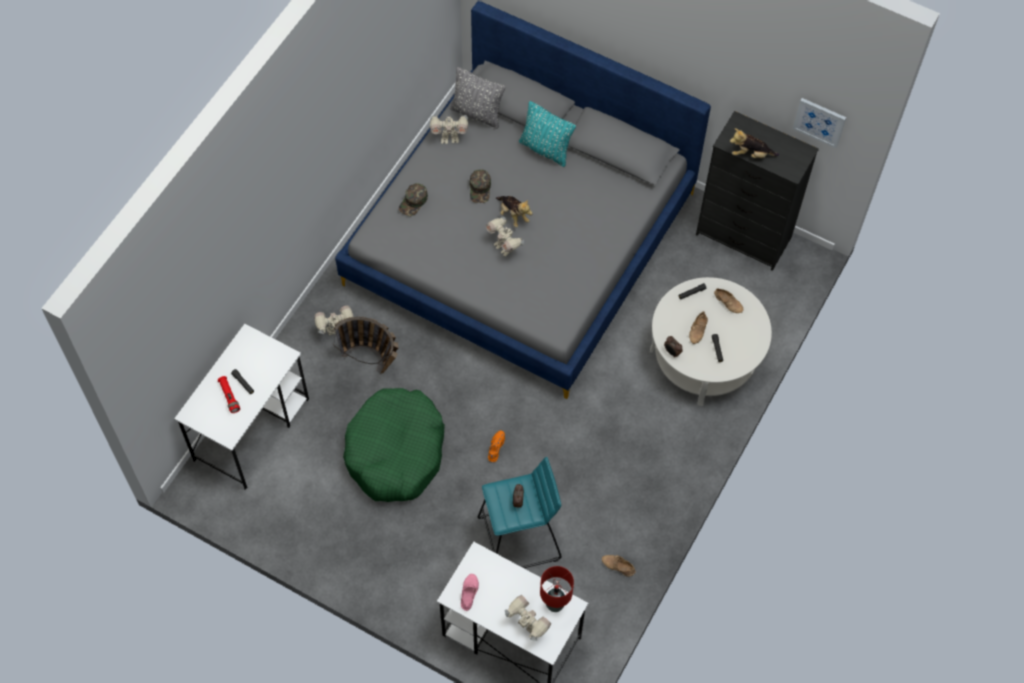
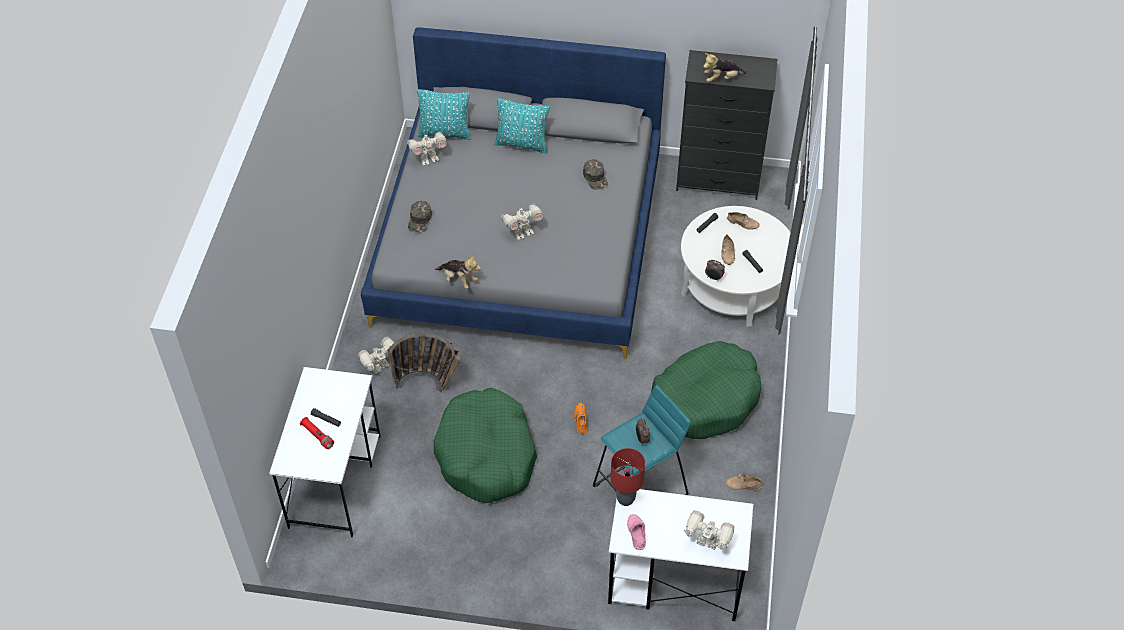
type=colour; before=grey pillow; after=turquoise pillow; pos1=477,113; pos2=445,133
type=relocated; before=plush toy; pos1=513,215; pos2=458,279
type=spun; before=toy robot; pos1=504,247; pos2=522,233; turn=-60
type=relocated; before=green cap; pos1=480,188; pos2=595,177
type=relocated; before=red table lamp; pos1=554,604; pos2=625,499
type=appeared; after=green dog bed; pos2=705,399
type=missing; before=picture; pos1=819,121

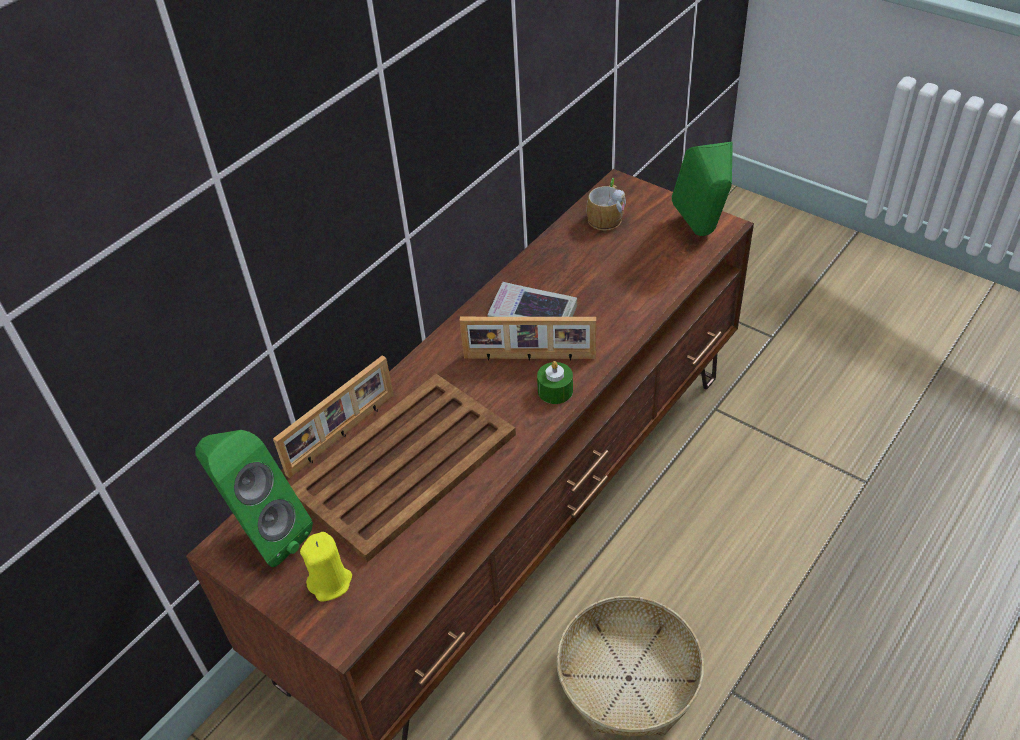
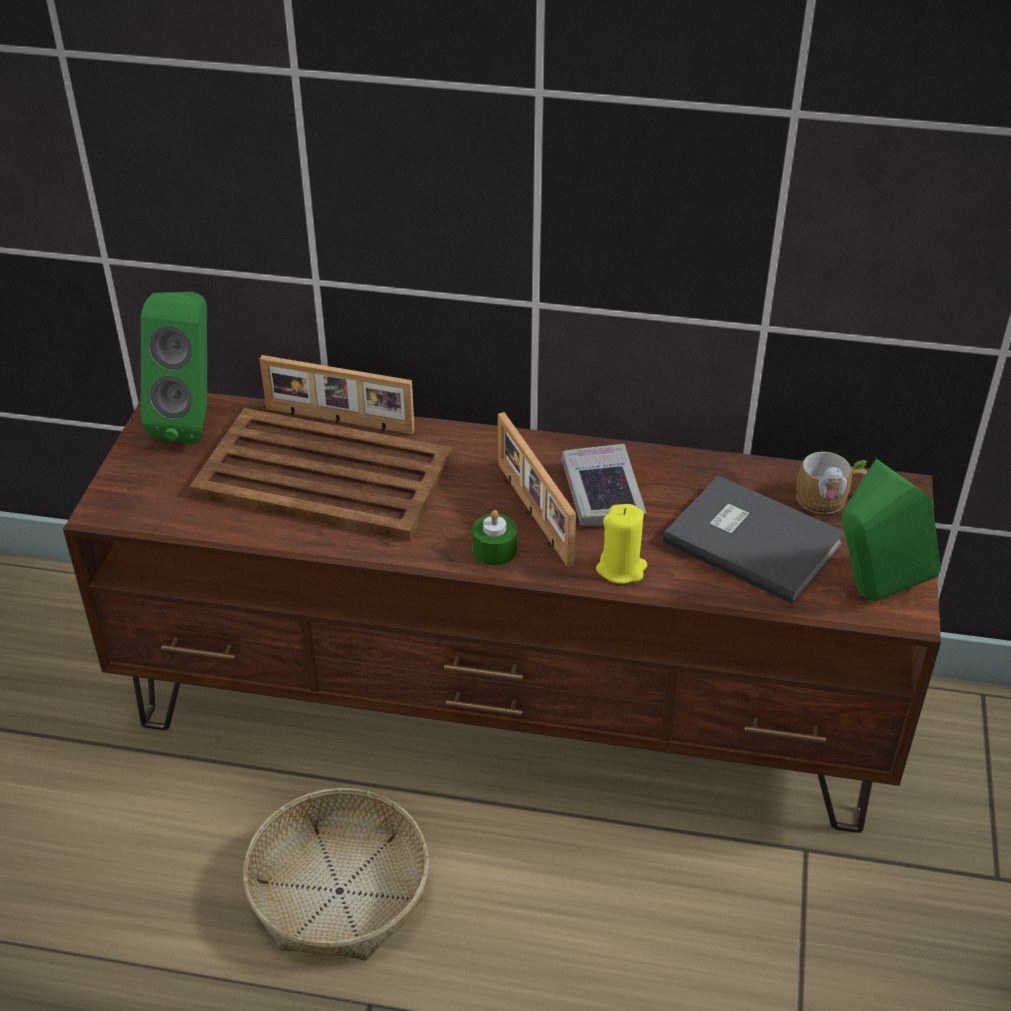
type=relocated; before=yellow candle; pos1=330,582; pos2=621,568
type=appeared; after=grey book; pos2=752,540

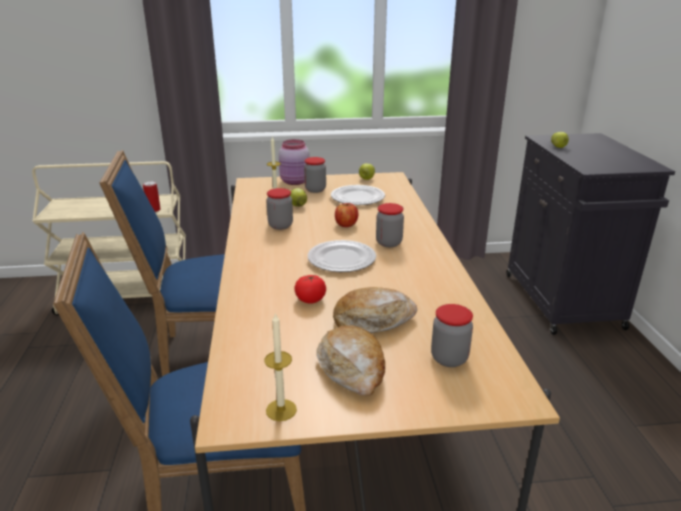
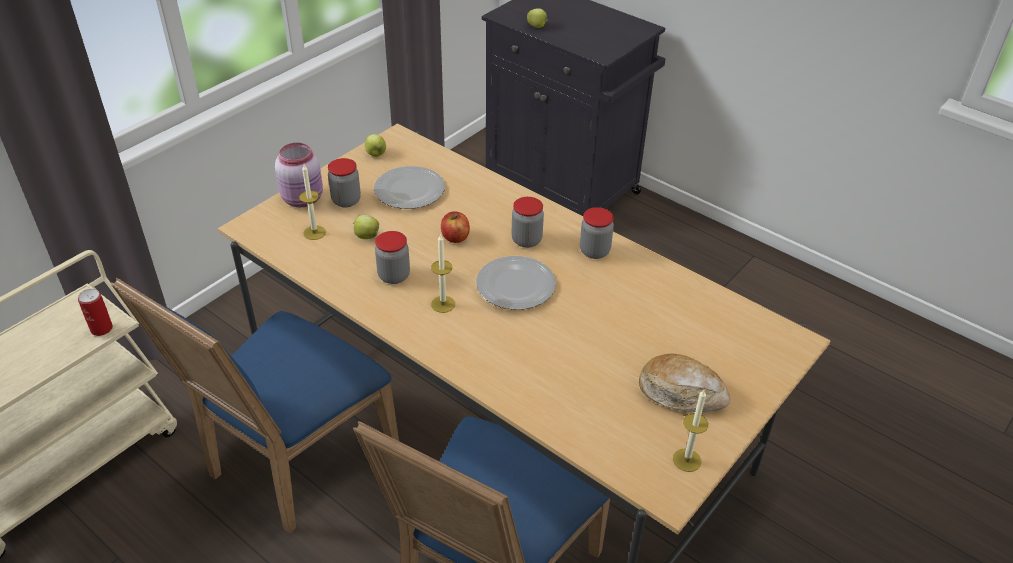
type=appeared; after=candle; pos2=443,304
type=relocated; before=jar; pos1=449,358; pos2=594,251
type=missing; before=tomato; pos1=310,300
type=missing; before=bread; pos1=373,320

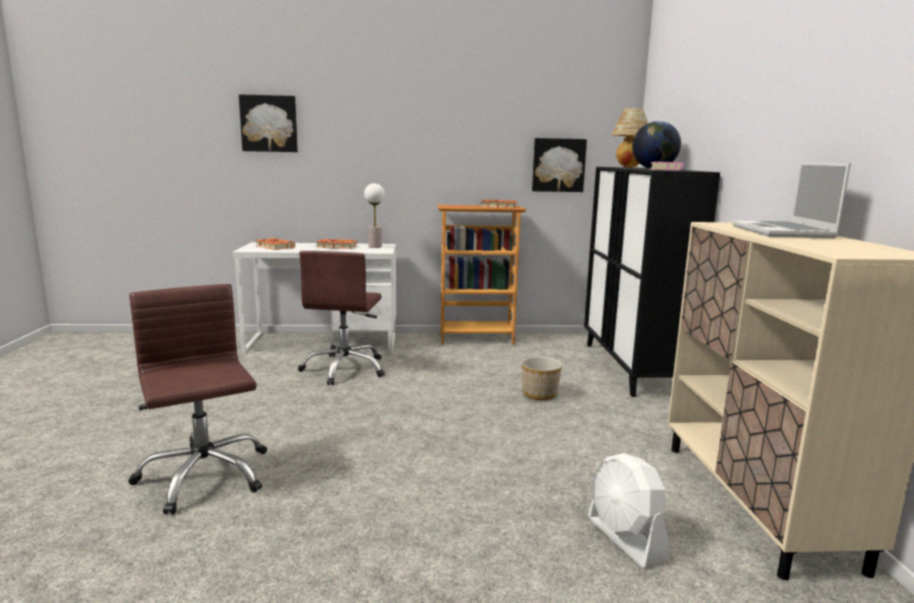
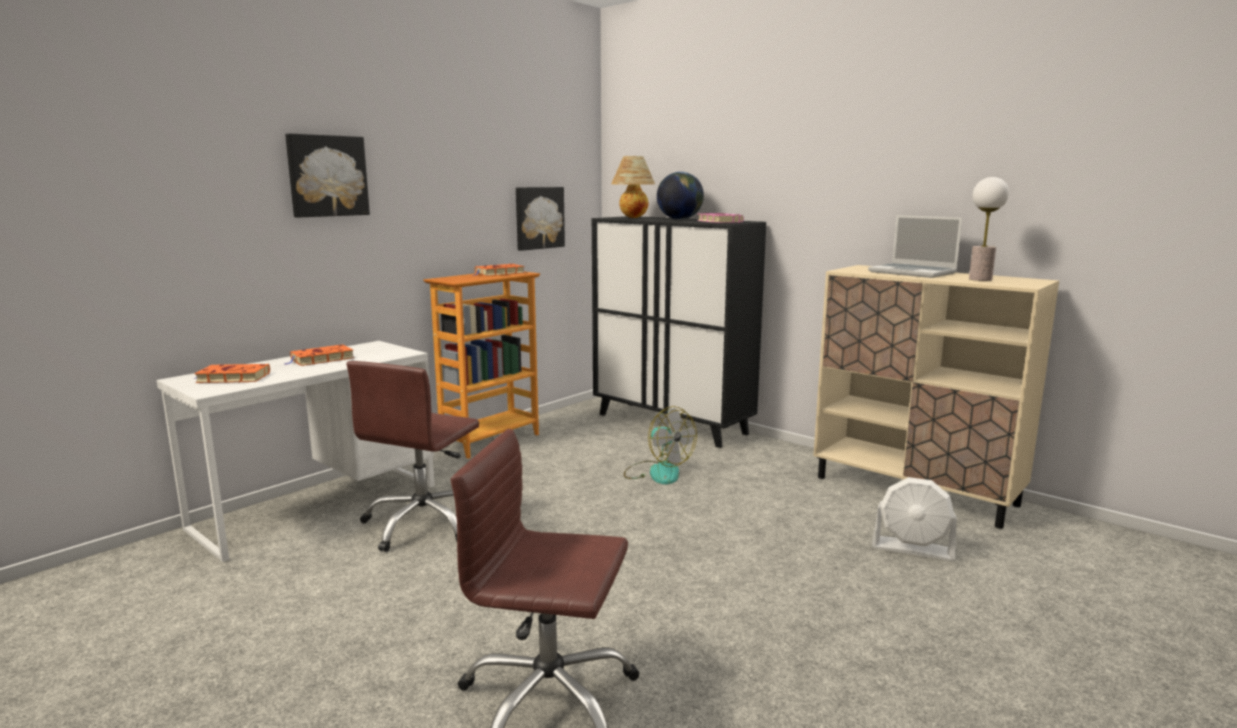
type=relocated; before=picture; pos1=269,124; pos2=327,176
type=spun; before=brown office chair; pos1=345,369; pos2=424,524; turn=60
type=exchanged; before=planter; after=fan; pos1=540,394; pos2=657,472
type=relocated; before=table lamp; pos1=375,247; pos2=980,279

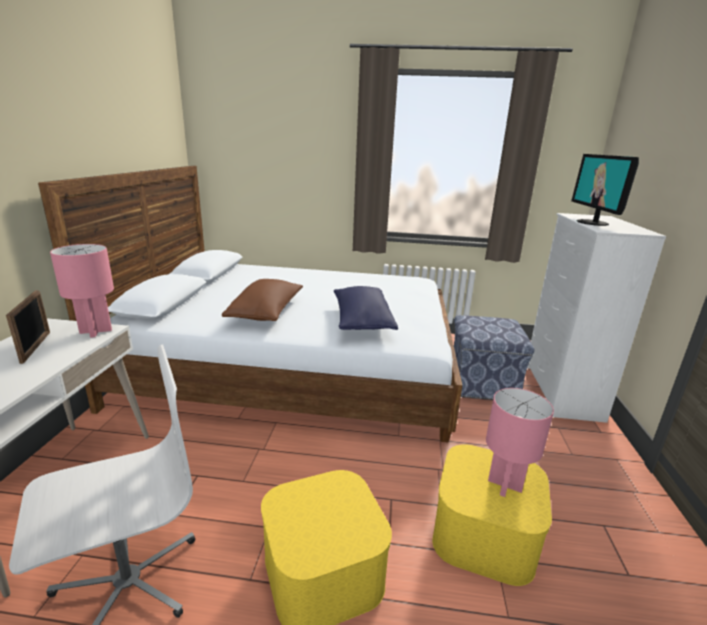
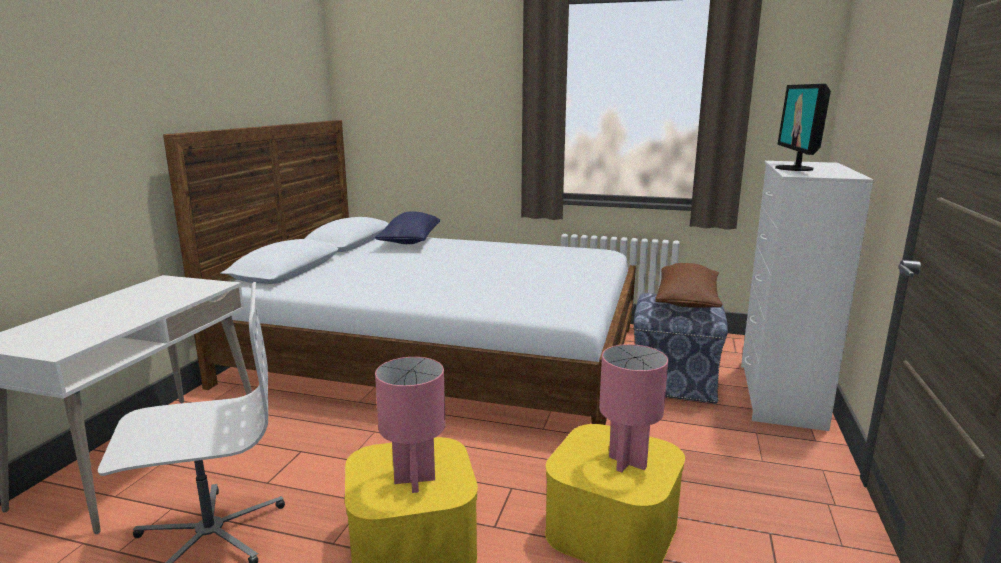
type=relocated; before=blue pillow; pos1=362,321; pos2=410,241
type=relocated; before=pink table lamp; pos1=95,331; pos2=414,480
type=relocated; before=brown pillow; pos1=266,312; pos2=687,301
type=missing; before=picture frame; pos1=36,347

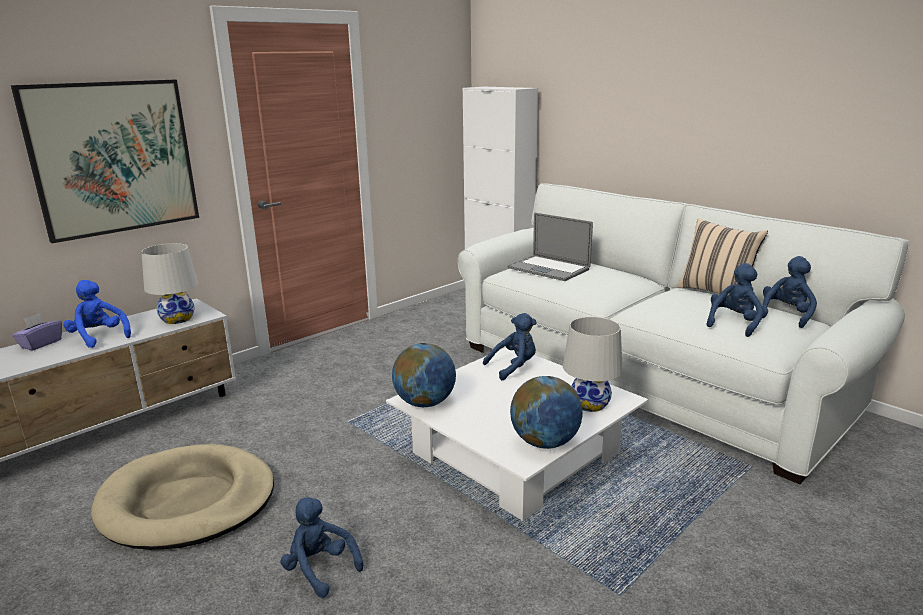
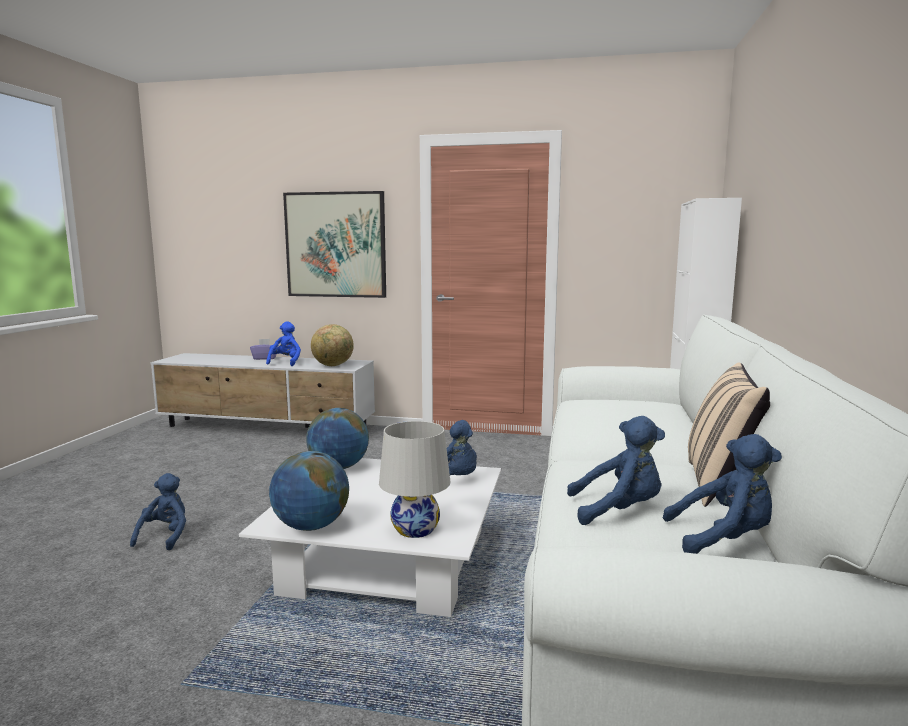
type=exchanged; before=white table lamp; after=globe; pos1=177,319; pos2=333,365
type=missing; before=beige dog bed; pos1=187,502
type=missing; before=laptop; pos1=548,268

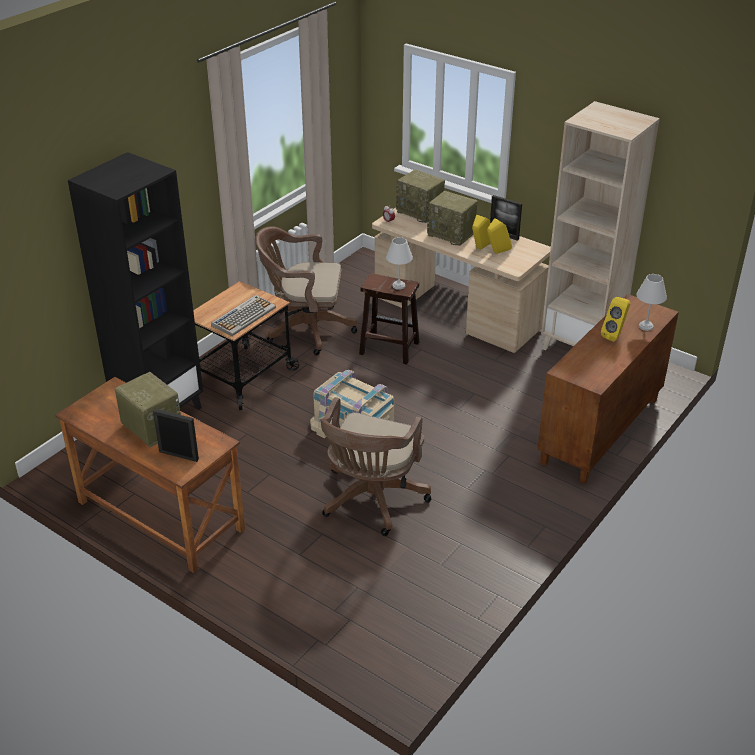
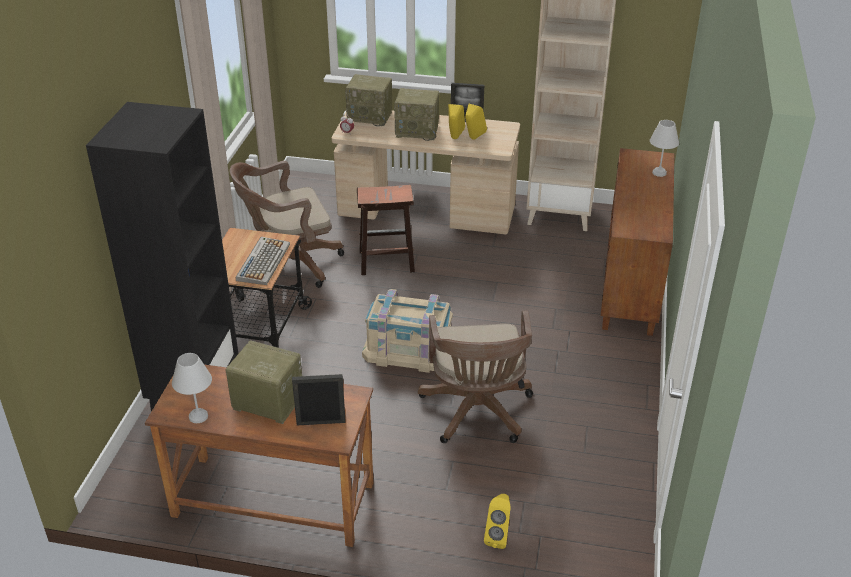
type=relocated; before=white table lamp; pos1=398,286; pos2=198,417
type=relocated; before=yellow speaker; pos1=614,336; pos2=498,537

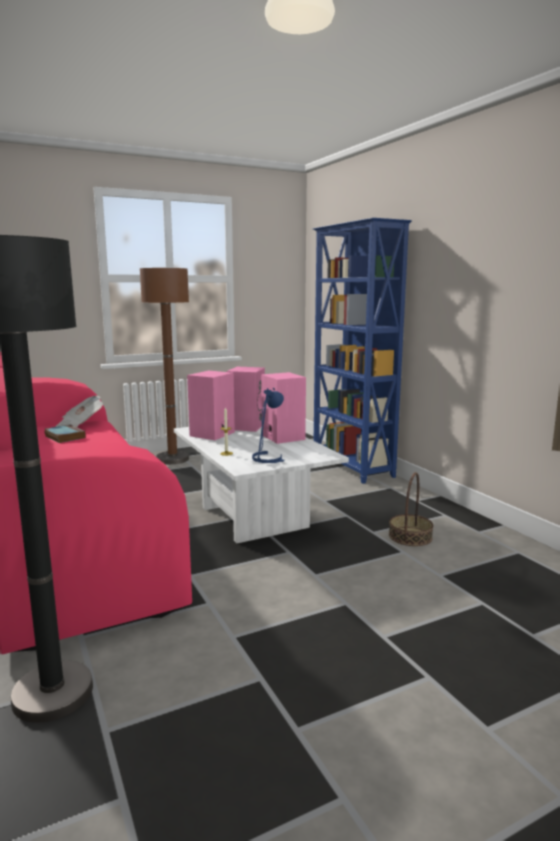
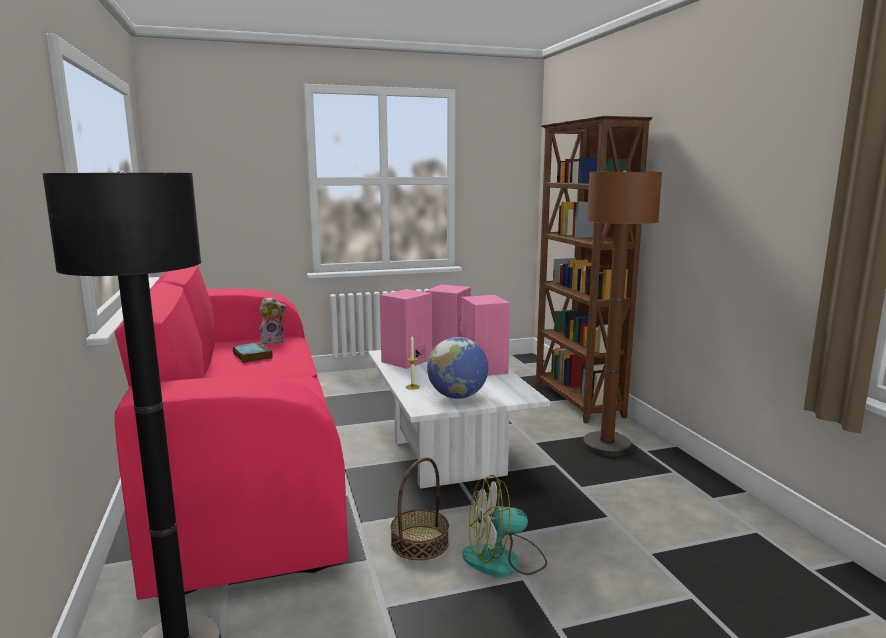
type=exchanged; before=newspaper; after=plush toy; pos1=80,424; pos2=273,341
type=relocated; before=basket; pos1=410,536; pos2=419,542
type=exchanged; before=blue table lamp; after=globe; pos1=269,458; pos2=457,396
type=appeared; after=fan; pos2=504,560
type=colour; before=blue bookcase; after=brown bookcase; pos1=351,467; pos2=577,401
type=relocated; before=brown floor lamp; pos1=172,459; pos2=606,446

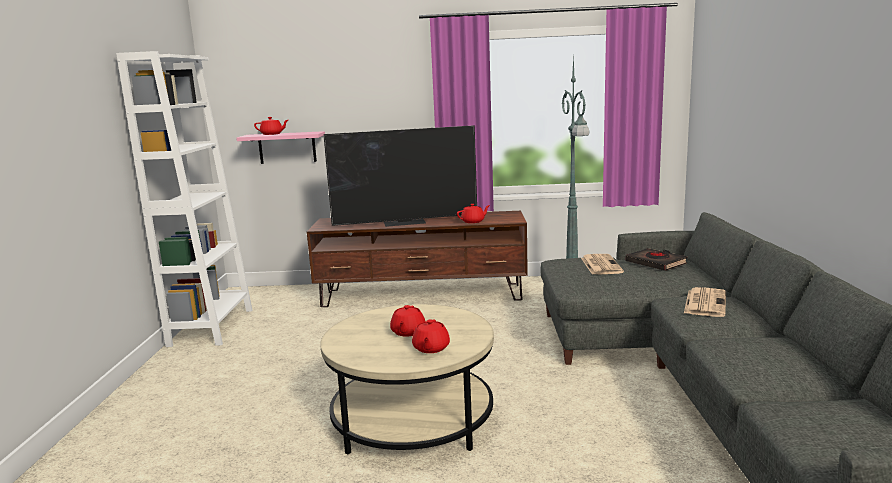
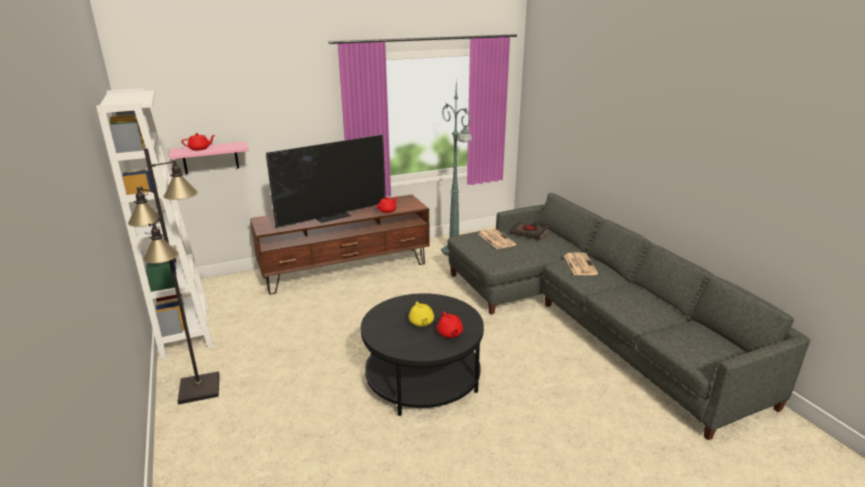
type=appeared; after=black floor lamp; pos2=200,389
type=colour; before=beige coffee table; after=black coffee table; pos1=413,419; pos2=423,378
type=colour; before=red teapot; after=yellow teapot; pos1=408,332; pos2=421,322

